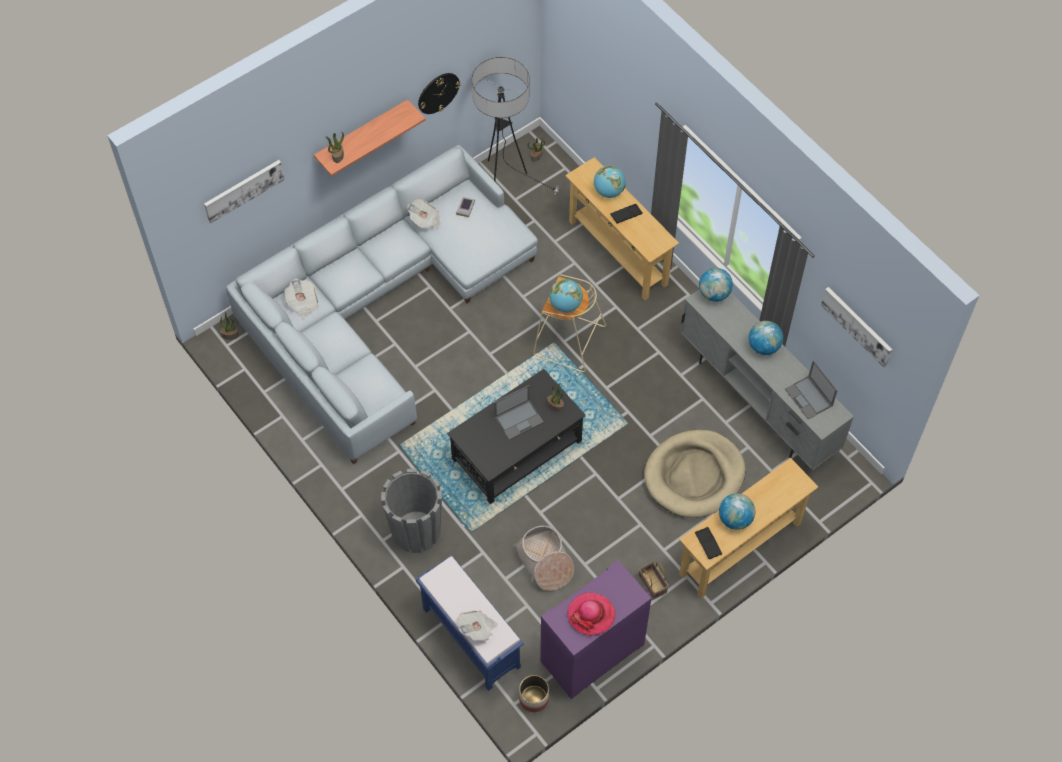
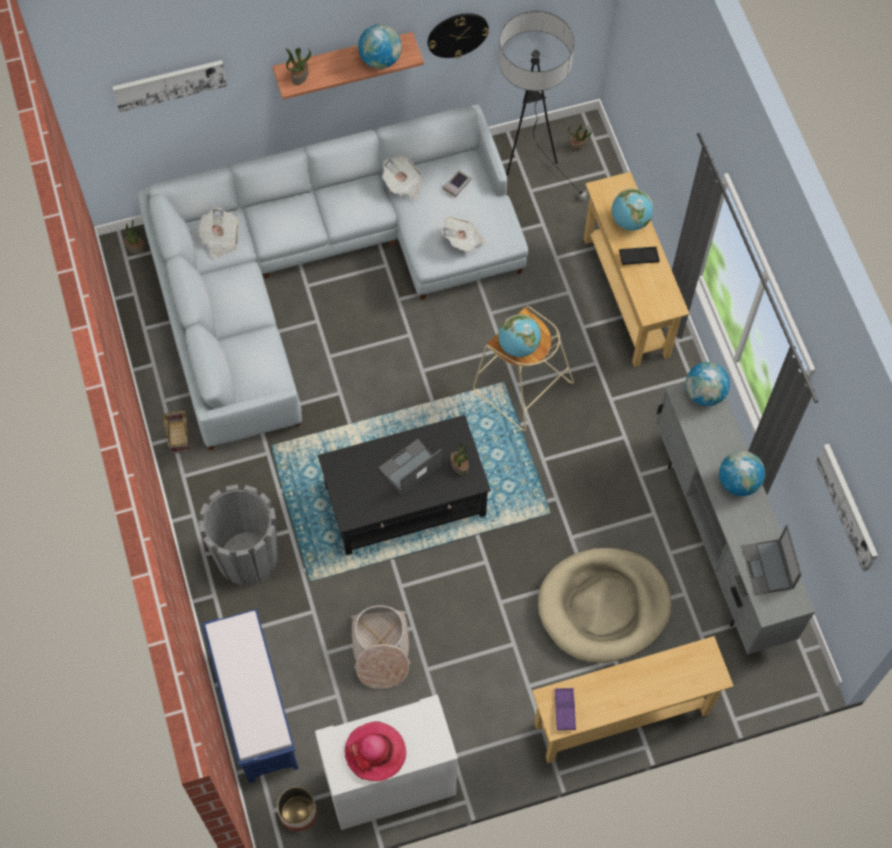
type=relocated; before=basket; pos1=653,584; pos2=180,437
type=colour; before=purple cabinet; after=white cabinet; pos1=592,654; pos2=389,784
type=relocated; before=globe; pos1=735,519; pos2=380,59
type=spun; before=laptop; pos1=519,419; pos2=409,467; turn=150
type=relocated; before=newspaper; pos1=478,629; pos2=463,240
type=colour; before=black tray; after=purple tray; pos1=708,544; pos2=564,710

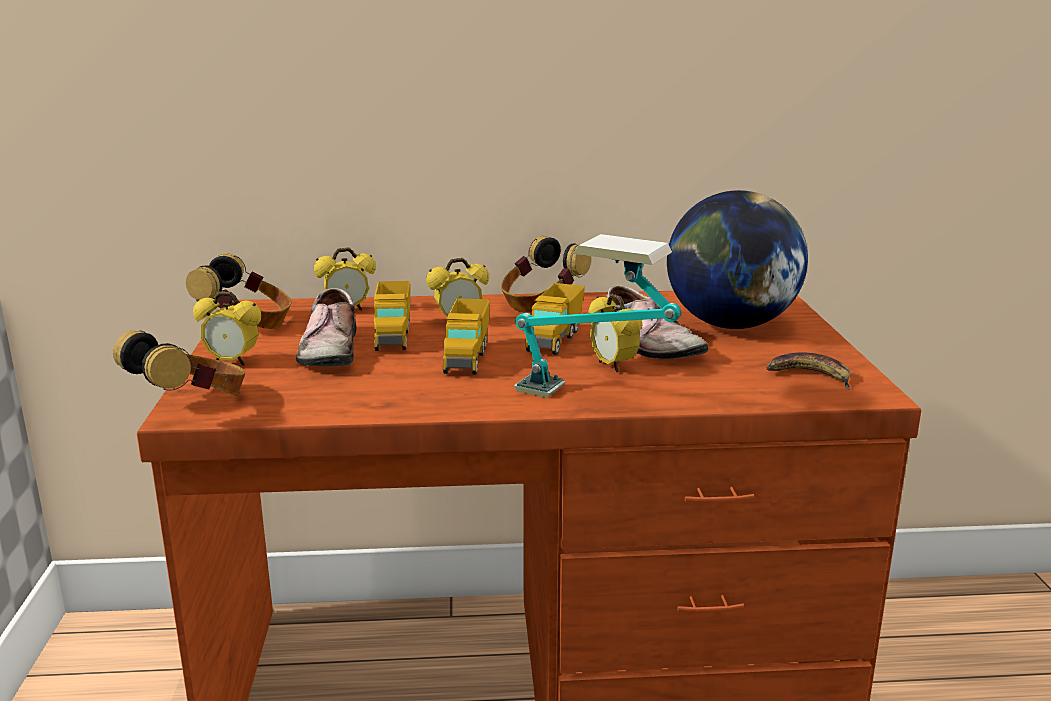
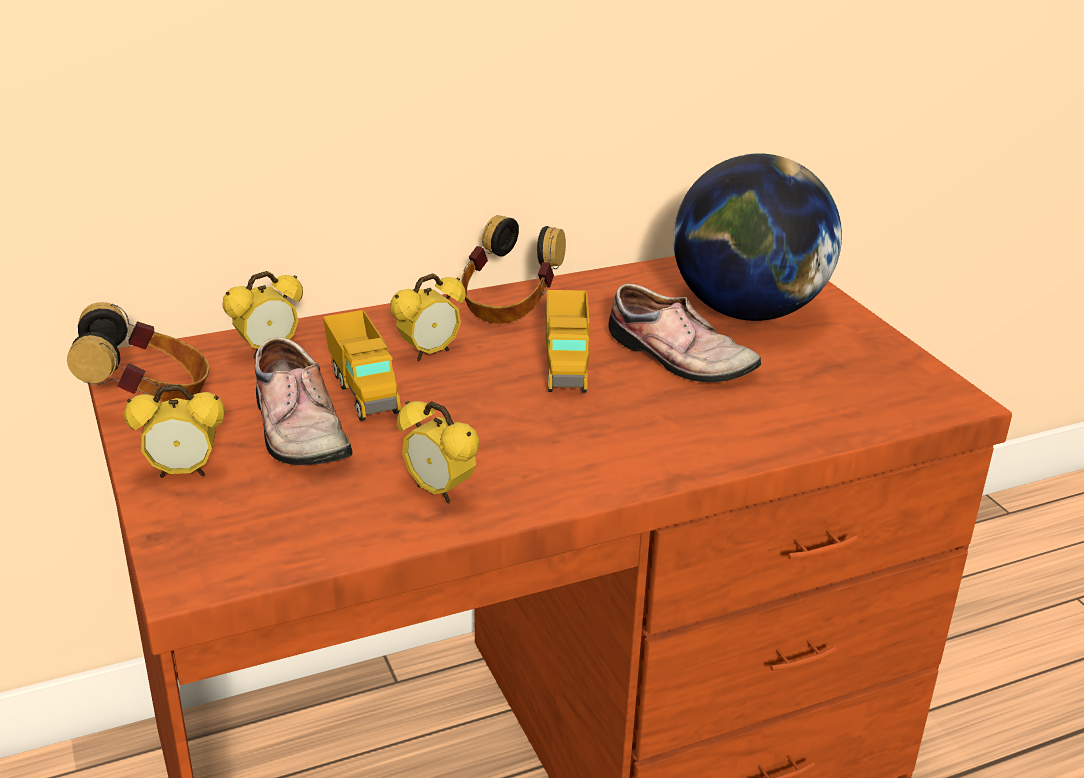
type=relocated; before=alarm clock; pos1=613,366; pos2=439,491
type=missing; before=headphones; pos1=192,405
type=missing; before=toy truck; pos1=466,358
type=missing; before=table lamp; pos1=593,400
type=missing; before=banana; pos1=809,376

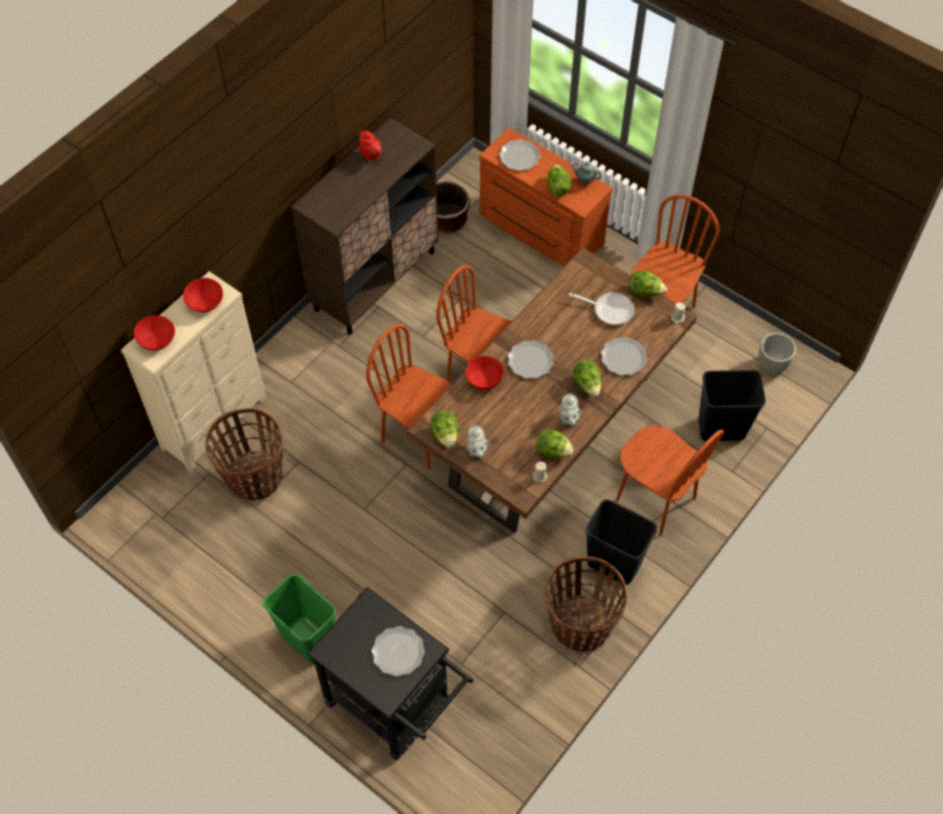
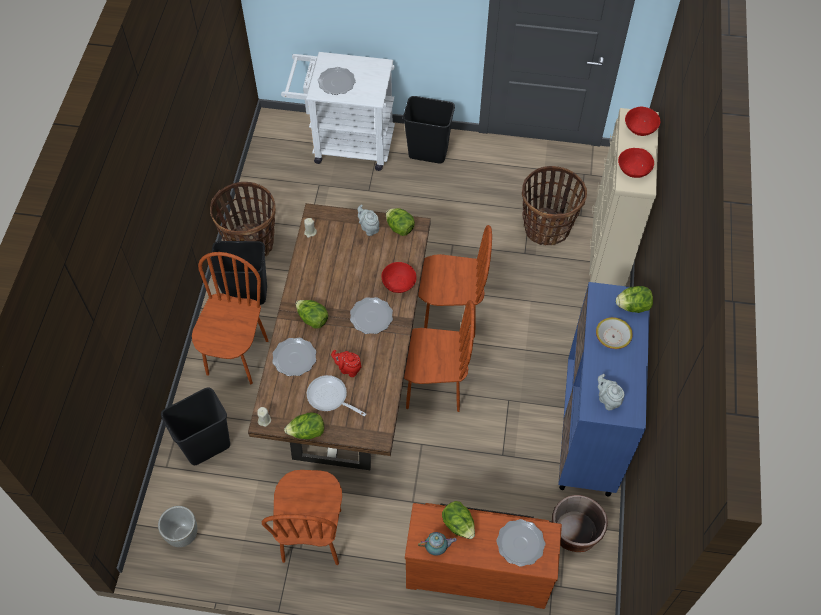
type=spun; before=brown chair; pos1=655,499; pos2=237,357; turn=90
type=colour; before=black cart; after=white cart; pos1=396,707; pos2=345,144
type=spun; before=frying pan; pos1=609,309; pos2=330,397; turn=45
type=relocated; before=red teapot; pos1=371,156; pos2=348,369
type=colour; before=green trash can; after=black trash can; pos1=307,640; pos2=428,152
type=colour; before=brown cabinet; after=blue cabinet; pos1=375,280; pos2=588,431
type=appeared; after=bowl; pos2=613,336
type=relocated; before=grey teapot; pos1=568,419; pos2=607,400
type=relocated; before=lettuce; pos1=552,451; pos2=633,306

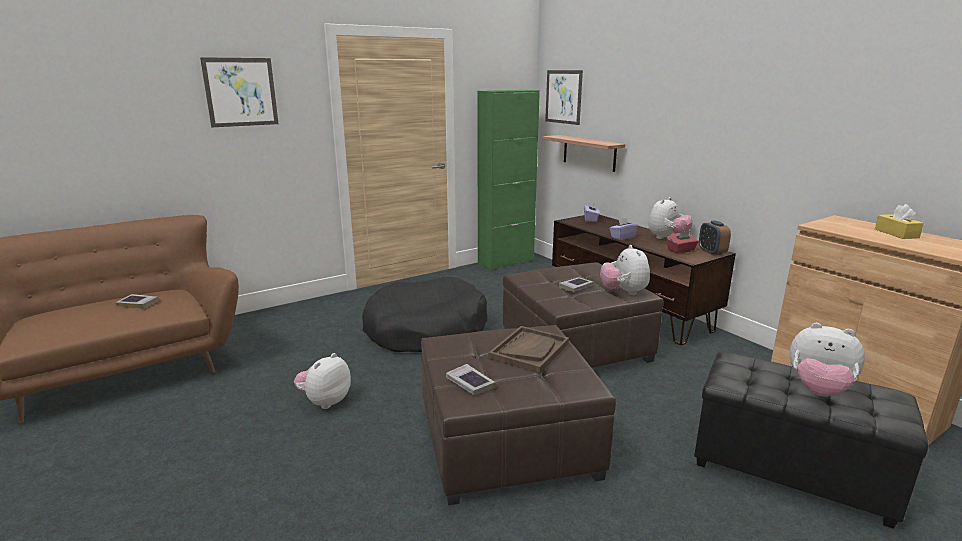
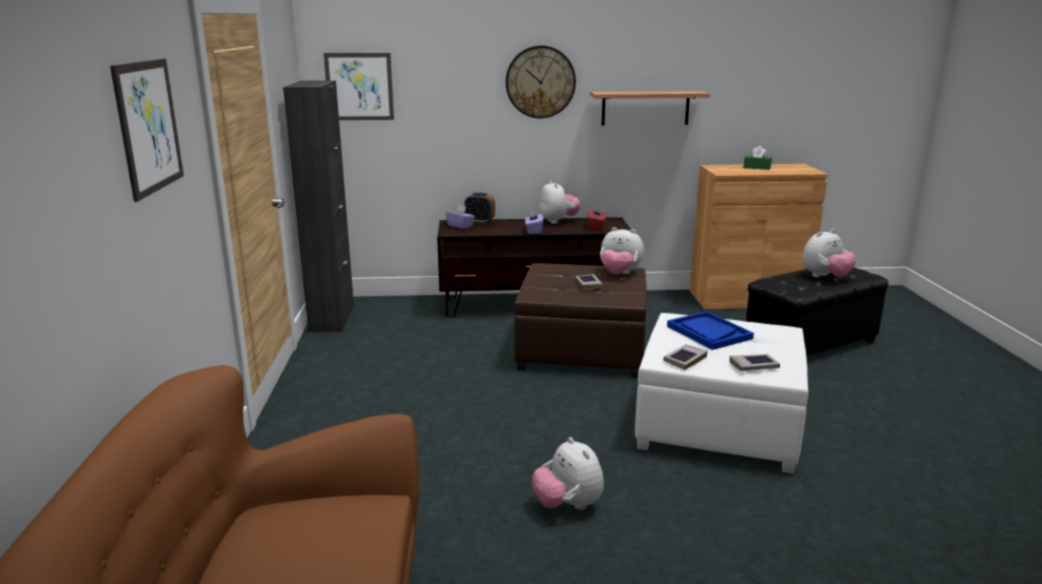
type=colour; before=green cabinet; after=black cabinet; pos1=506,262; pos2=332,317
type=relocated; before=alarm clock; pos1=712,252; pos2=480,222
type=appeared; after=wall clock; pos2=540,82
type=relocated; before=shelf; pos1=589,153; pos2=645,108
type=colour; before=brown ottoman; after=white ottoman; pos1=508,442; pos2=719,424
type=relocated; before=book; pos1=138,304; pos2=685,360
type=colour; before=brown tray; after=blue tray; pos1=529,351; pos2=708,332
type=colour; before=yellow tissue box; after=green tissue box; pos1=896,233; pos2=757,167
type=missing; before=black dog bed; pos1=425,330

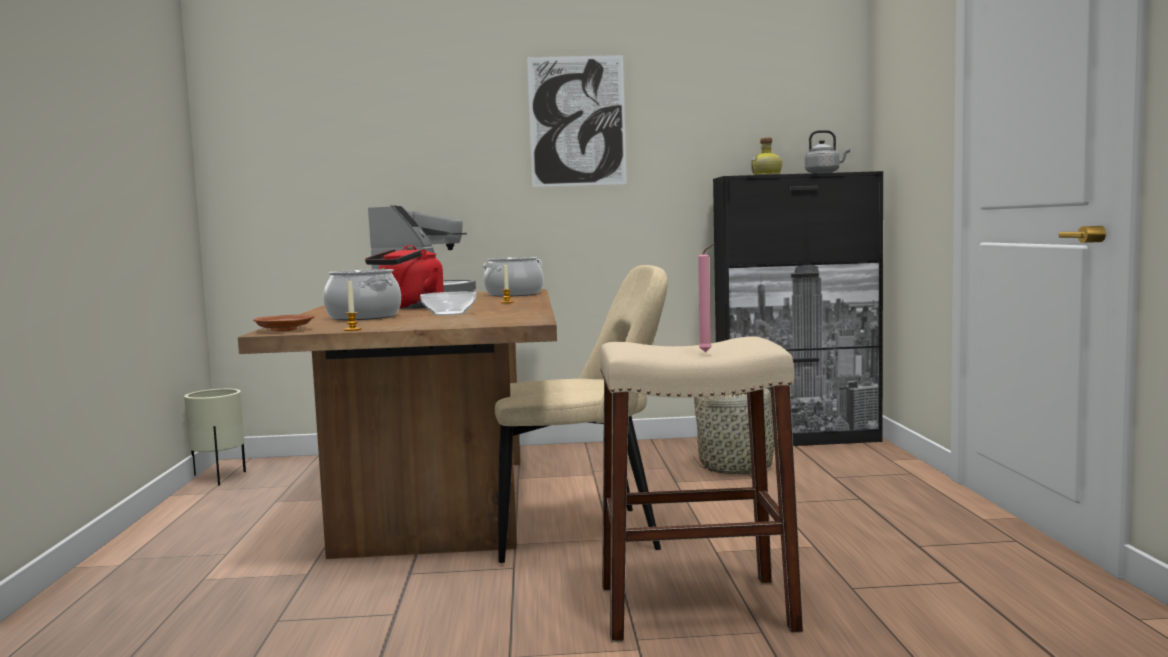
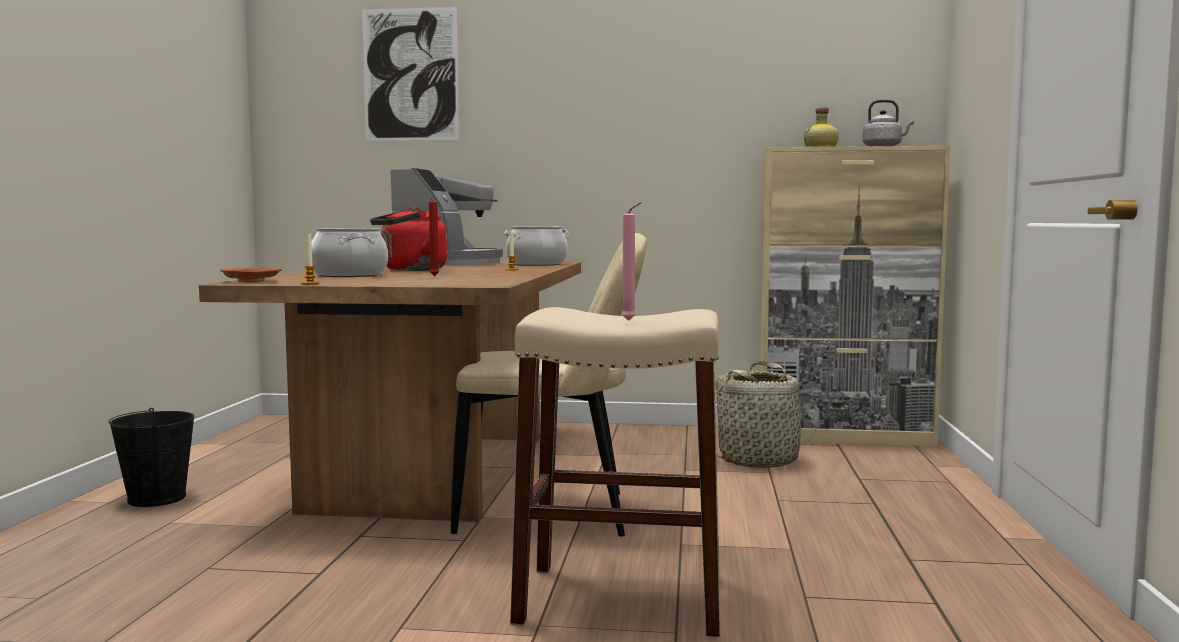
type=appeared; after=black bucket; pos2=157,498
type=relocated; before=picture; pos1=577,121; pos2=410,74
type=exchanged; before=bowl; after=red candle; pos1=449,313; pos2=433,276
type=colour; before=black cabinet; after=beige cabinet; pos1=799,439; pos2=845,437
type=missing; before=beige planter; pos1=219,478

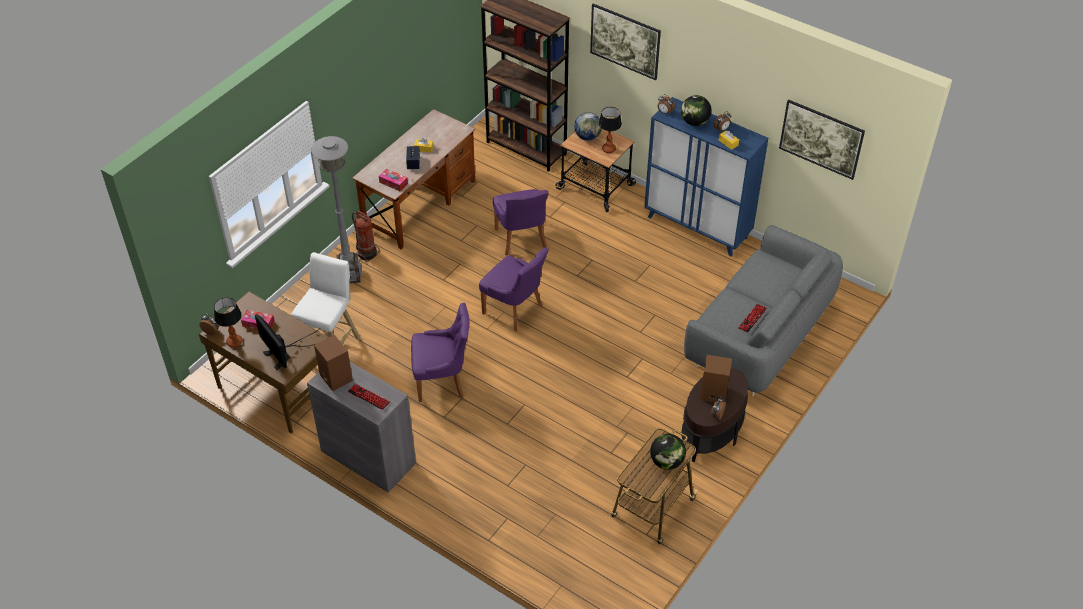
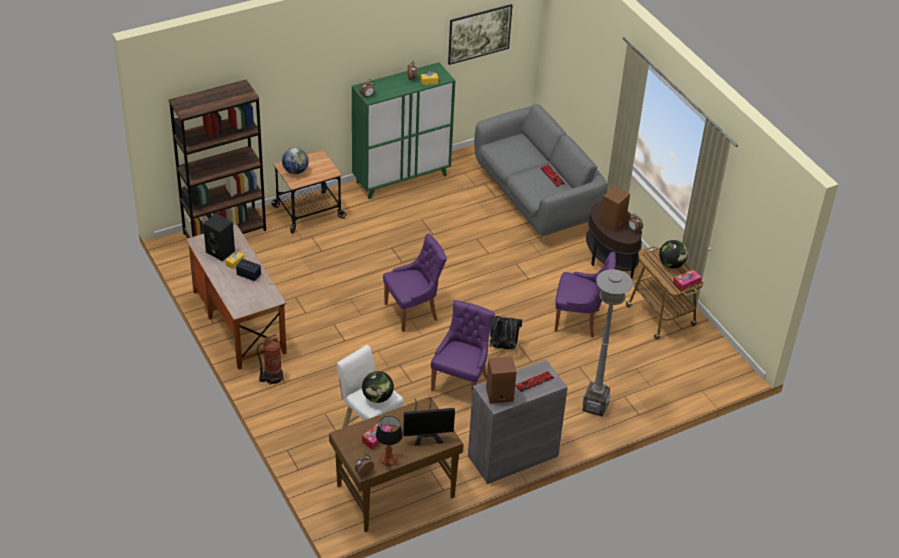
type=appeared; after=black speaker; pos2=221,251
type=colour; before=blue cabinet; after=green cabinet; pos1=697,227; pos2=401,178
type=relocated; before=globe; pos1=694,122; pos2=377,397
type=appeared; after=black backpack; pos2=502,346
type=relocated; before=purple chair; pos1=521,239; pos2=579,320
type=relocated; before=grey floor lamp; pos1=349,276; pos2=595,406
type=relocated; before=tissue box; pos1=393,183; pos2=686,283
type=missing; before=picture; pos1=624,53
type=missing; before=table lamp; pos1=608,149

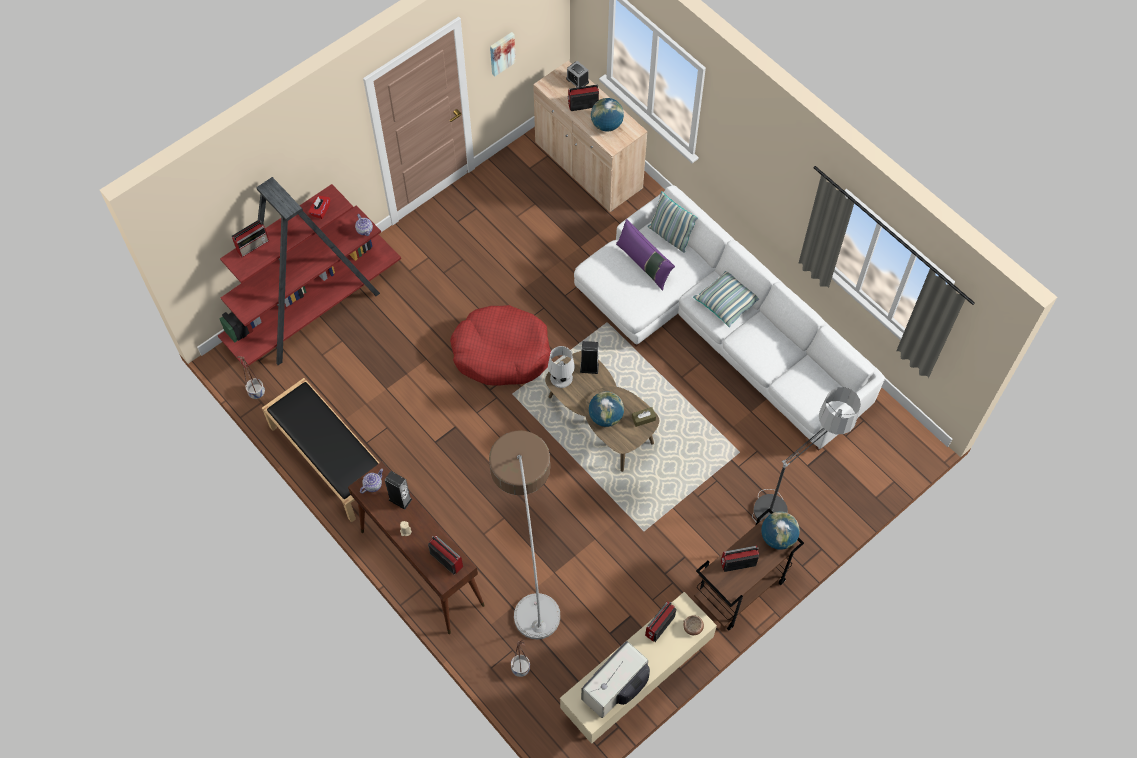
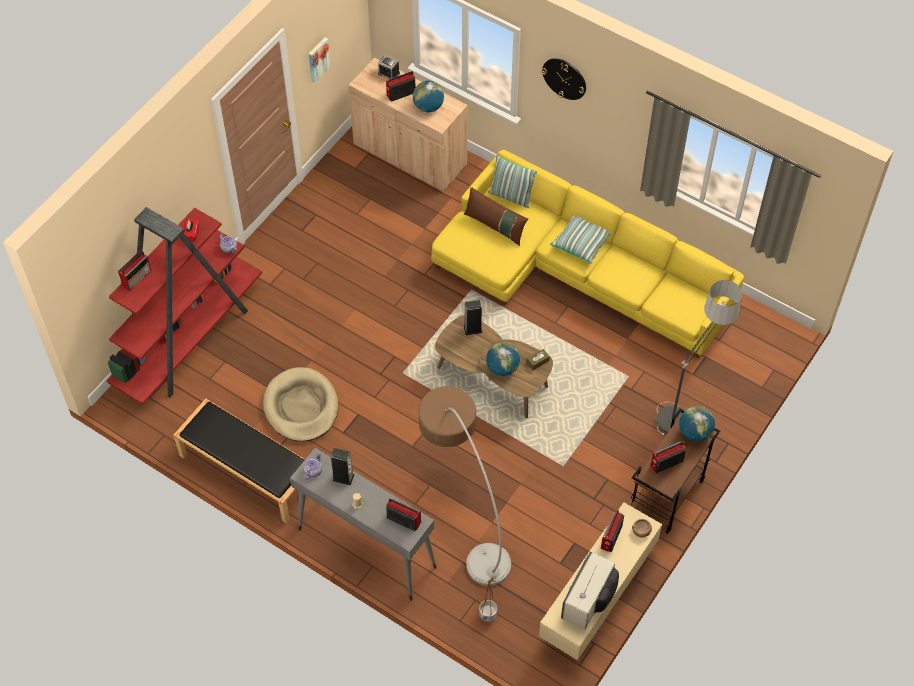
type=appeared; after=beige dog bed; pos2=301,407
type=colour; before=brown console table; after=grey console table; pos1=421,567; pos2=366,548
type=colour; before=white sofa; after=yellow sofa; pos1=718,327; pos2=575,272
type=colour; before=purple pillow; after=brown pillow; pos1=644,264; pos2=495,226
type=appeared; after=wall clock; pos2=564,78
type=missing; before=planter; pos1=257,393
type=missing; before=red dog bed; pos1=501,352
type=missing; before=white table lamp; pos1=561,378

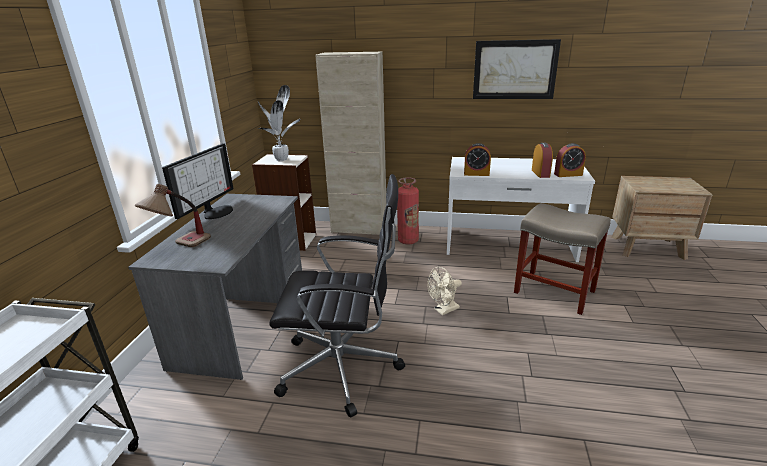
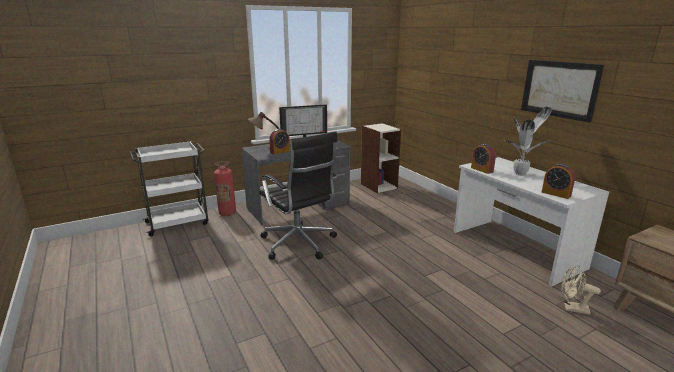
type=relocated; before=fire extinguisher; pos1=408,240; pos2=227,213
type=relocated; before=alarm clock; pos1=540,173; pos2=280,152
type=relocated; before=potted plant; pos1=282,159; pos2=521,173
type=relocated; before=beige fan; pos1=444,310; pos2=572,308
type=missing; before=beige cabinet; pos1=359,229
type=missing; before=beige stool; pos1=553,291

